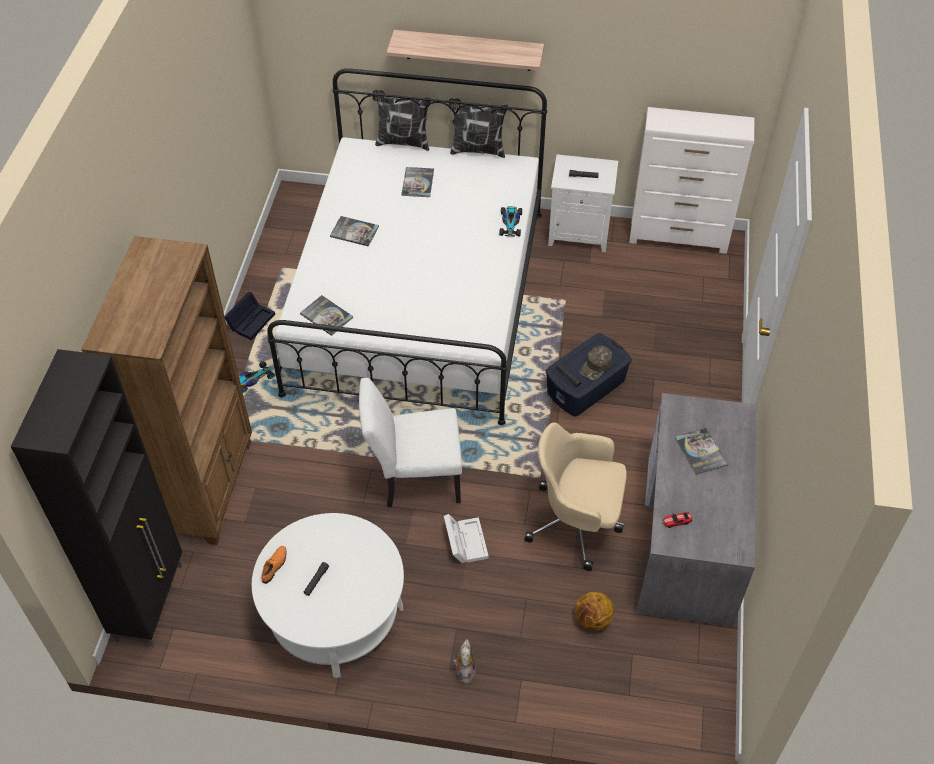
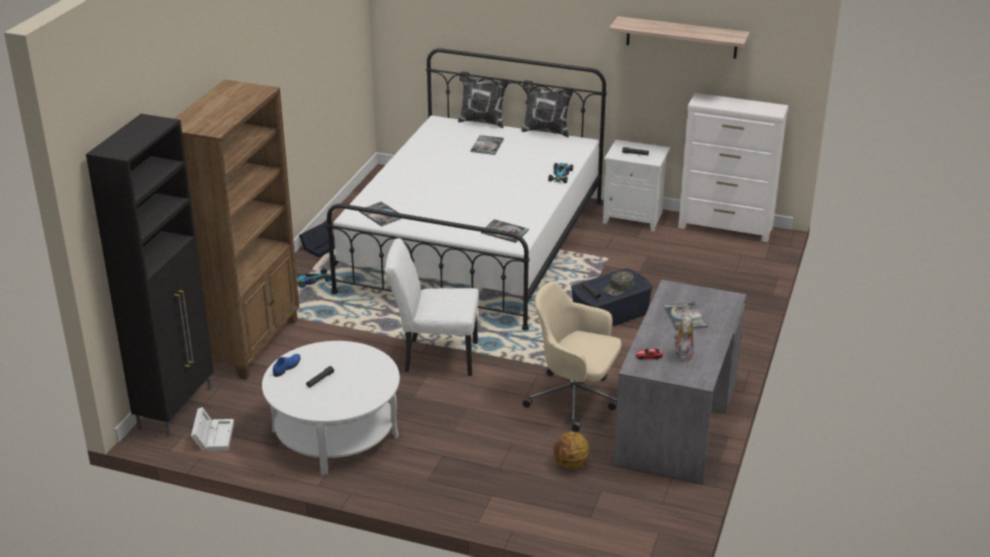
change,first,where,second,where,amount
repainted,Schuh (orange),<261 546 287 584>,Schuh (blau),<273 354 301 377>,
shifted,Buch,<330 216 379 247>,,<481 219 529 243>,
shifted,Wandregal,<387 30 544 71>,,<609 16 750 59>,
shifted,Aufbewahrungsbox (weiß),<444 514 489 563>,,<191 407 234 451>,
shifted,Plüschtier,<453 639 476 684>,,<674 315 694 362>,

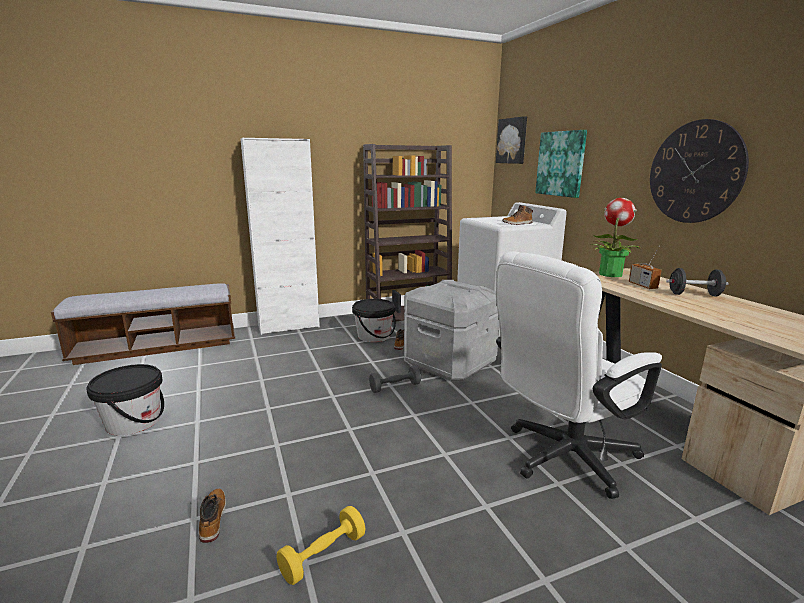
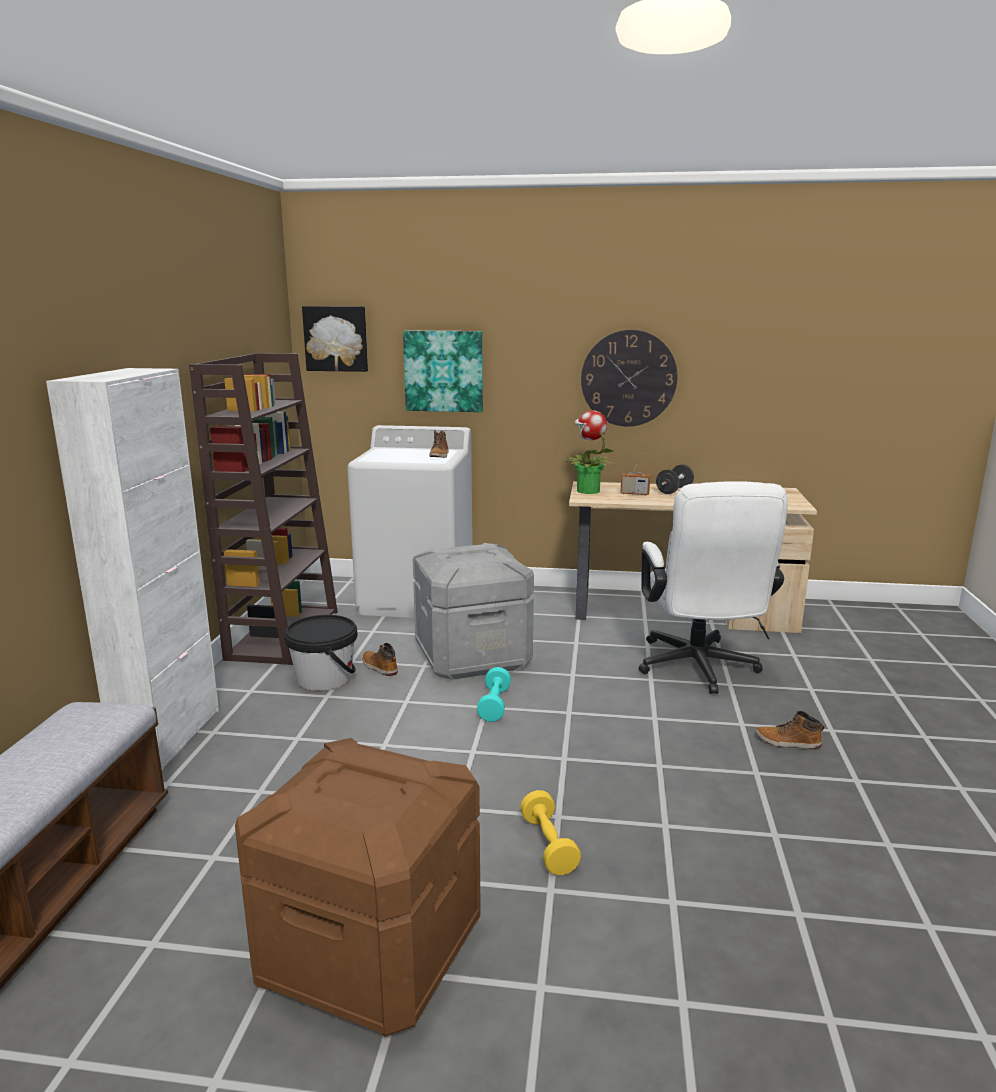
change,first,where,second,where,amount
swapped,Eimer (schwarz),<86 364 164 436>,Aufbewahrungsbox (braun),<235 738 481 1037>,
shifted,Stiefel,<199 489 226 543>,,<756 711 824 749>,
shifted,Hantel (gelb),<277 506 365 585>,,<520 790 581 875>,
repainted,Hantel (grau),<369 365 421 393>,Hantel (türkis),<477 667 511 722>,

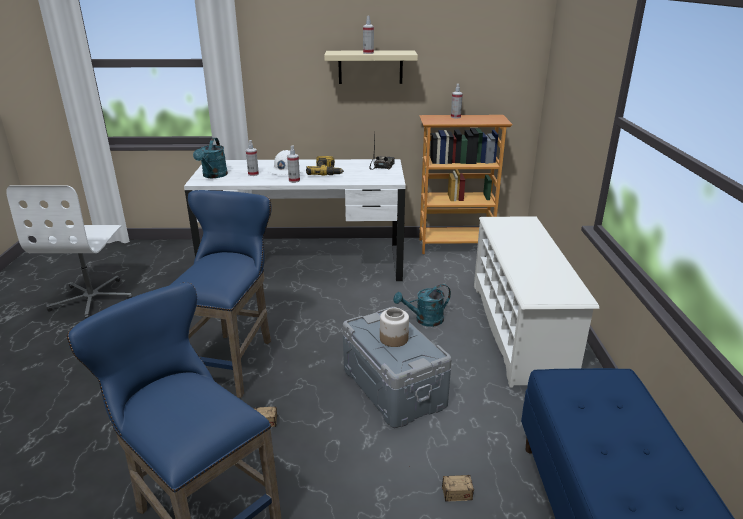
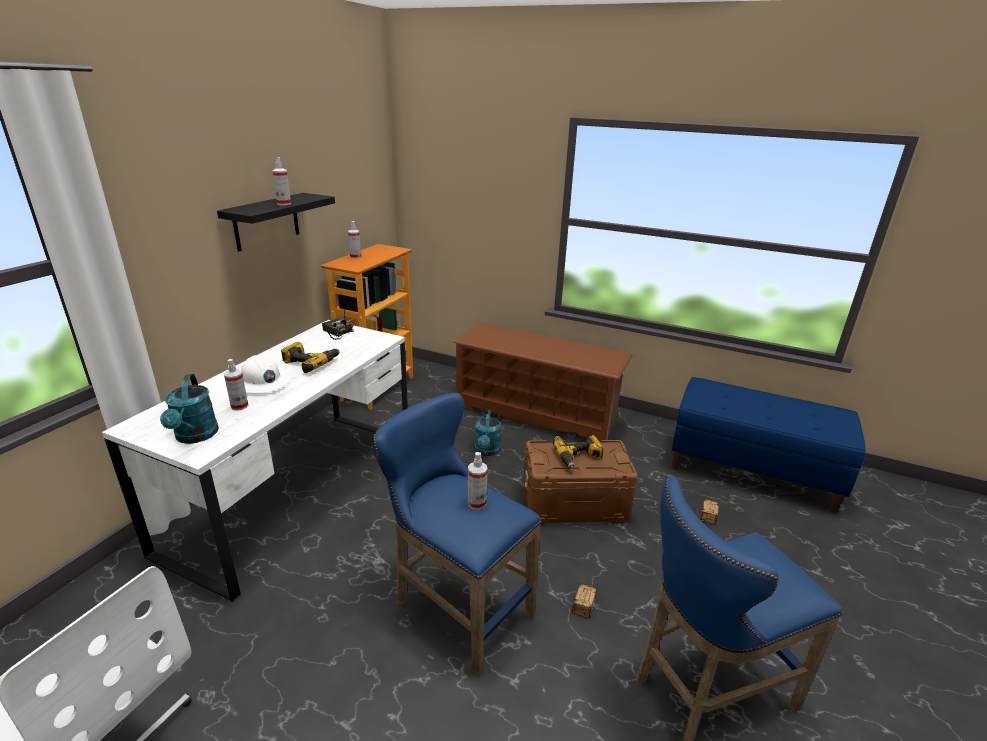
change,first,where,second,where,amount
rotated,Gießkanne (türkis),<193 138 228 178>,,<160 374 219 444>,45 degrees clockwise
shifted,Sprühflasche,<287 145 300 183>,,<468 452 488 510>,
repainted,Wandregal (beige),<324 50 418 84>,Wandregal (schwarz),<217 193 335 252>,
repainted,Aufbewahrungsbox (grau),<343 307 452 428>,Aufbewahrungsbox (braun),<522 440 638 525>,
swapped,Vorratsglas,<380 308 409 347>,Bohrmaschine,<553 435 603 469>,
repainted,Schuhregal (weiß),<474 216 599 388>,Schuhregal (braun),<453 322 633 442>,

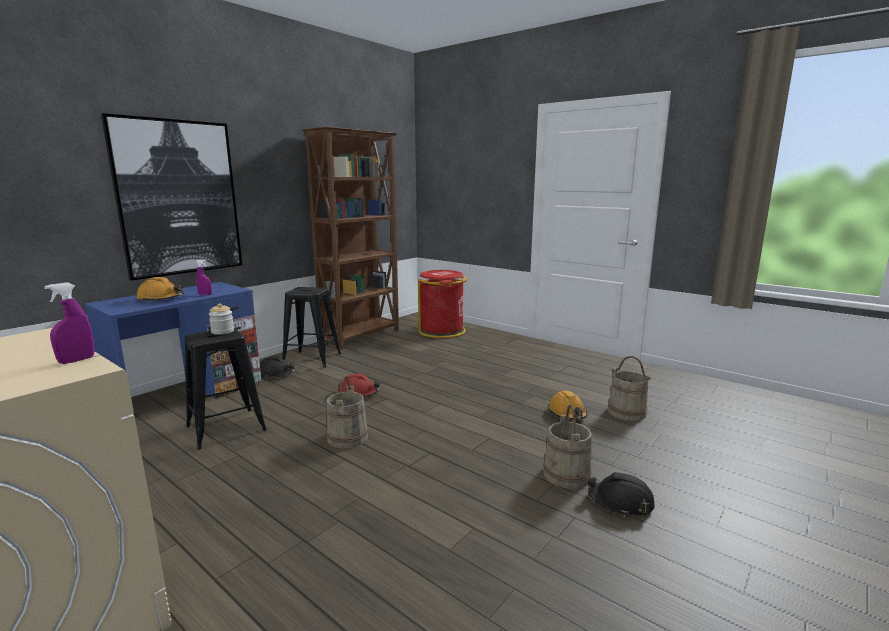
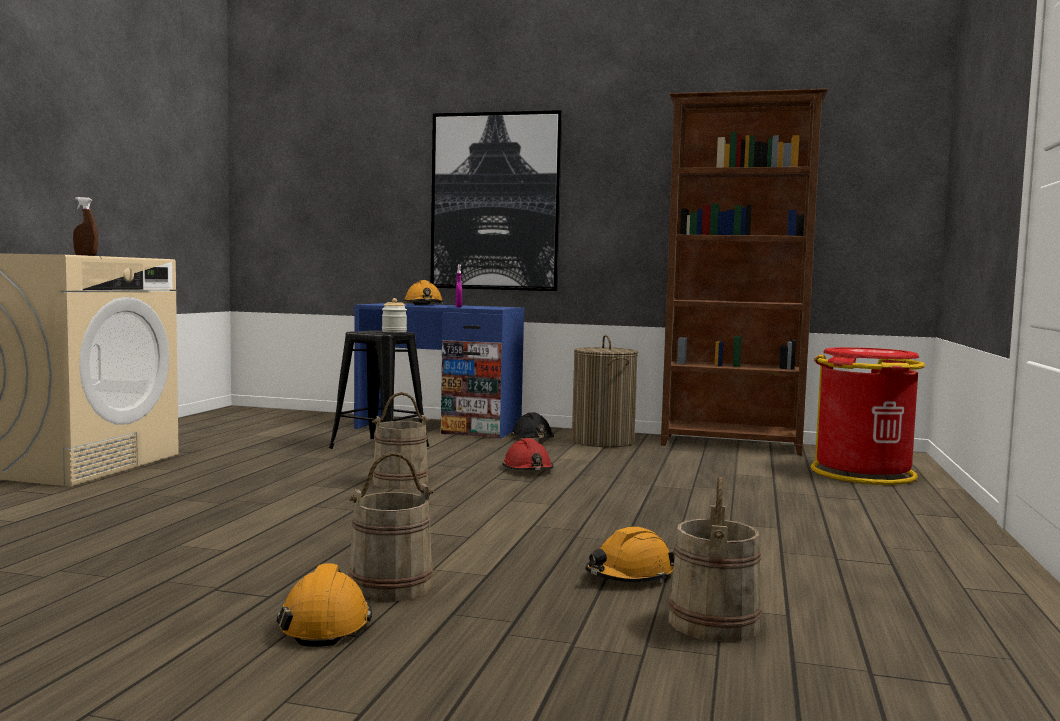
change,first,where,second,where,amount
repainted,Sprühflasche (lila),<44 282 94 364>,Sprühflasche (braun),<73 197 98 256>,
swapped,Hocker (schwarz),<282 287 341 368>,Wäschekorb,<572 335 638 447>,
repainted,Schutzhelm (schwarz),<587 472 655 517>,Schutzhelm (orange),<277 563 372 647>,

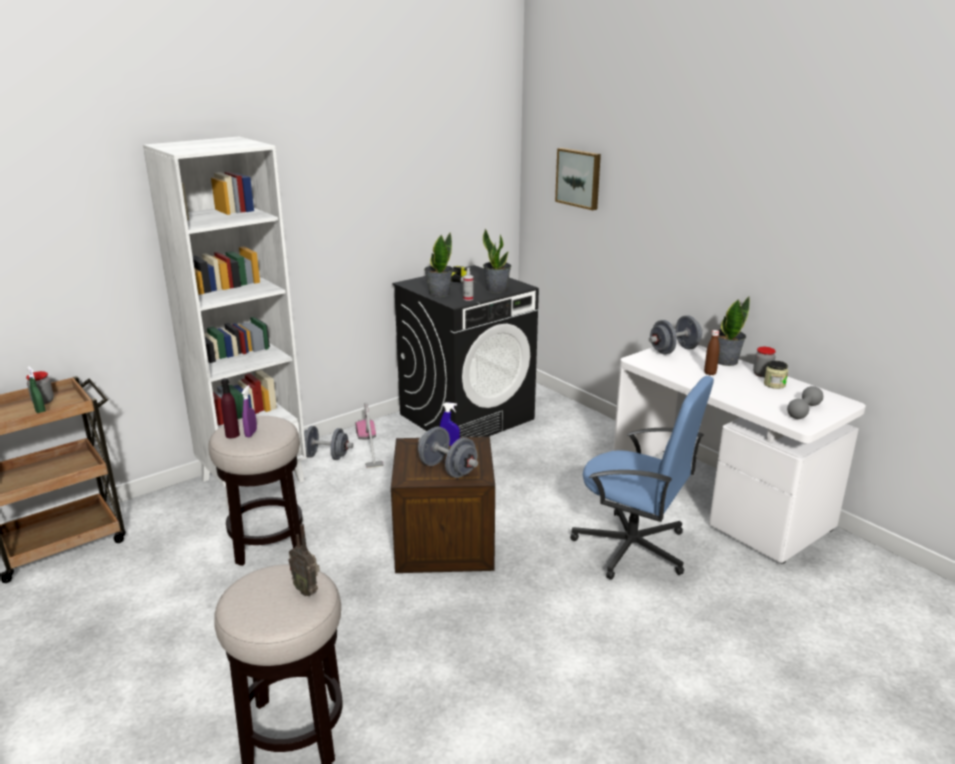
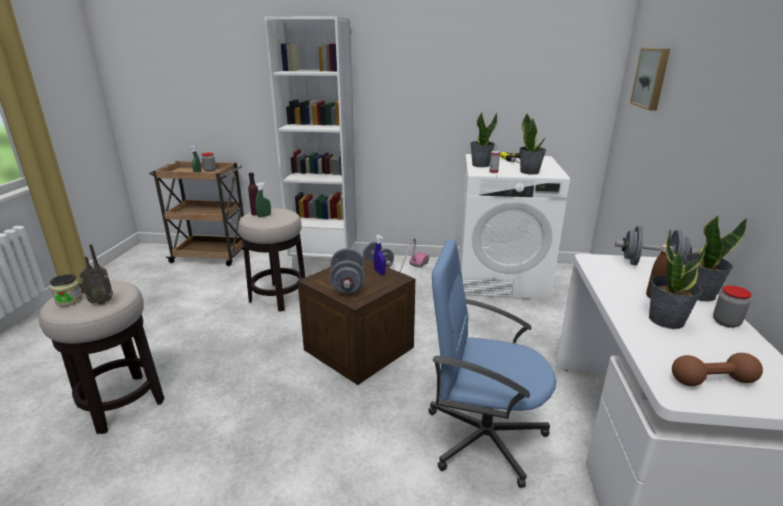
change,first,where,second,where,amount
repainted,Sprühflasche (lila),<242 385 257 437>,Sprühflasche (grün),<255 182 271 217>,
rotated,Radio,<288 524 320 596>,,<78 244 113 305>,105 degrees counterclockwise
repainted,Waschmaschine (schwarz),<392 265 539 437>,Waschmaschine (weiß),<459 154 570 300>,
rotated,Bürostuhl (blau),<570 376 714 580>,,<428 239 556 488>,120 degrees clockwise
shifted,Vorratsglas,<764 361 788 389>,,<50 274 83 306>,
repainted,Hantel (grau),<787 386 823 419>,Hantel (braun),<672 353 763 386>,
new,,,Topfpflanze,<649 229 708 329>,

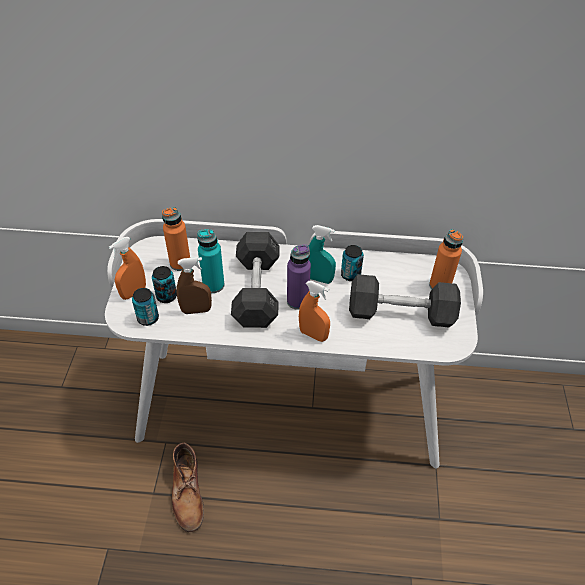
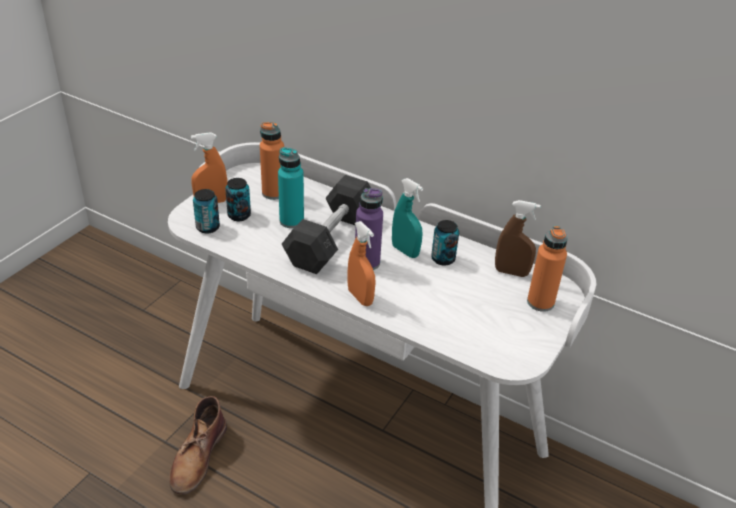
change,first,where,second,where,amount
shifted,Sprühflasche (braun),<176 257 212 314>,,<495 200 541 277>,
gone,Hantel (grau),<349 274 461 327>,,,

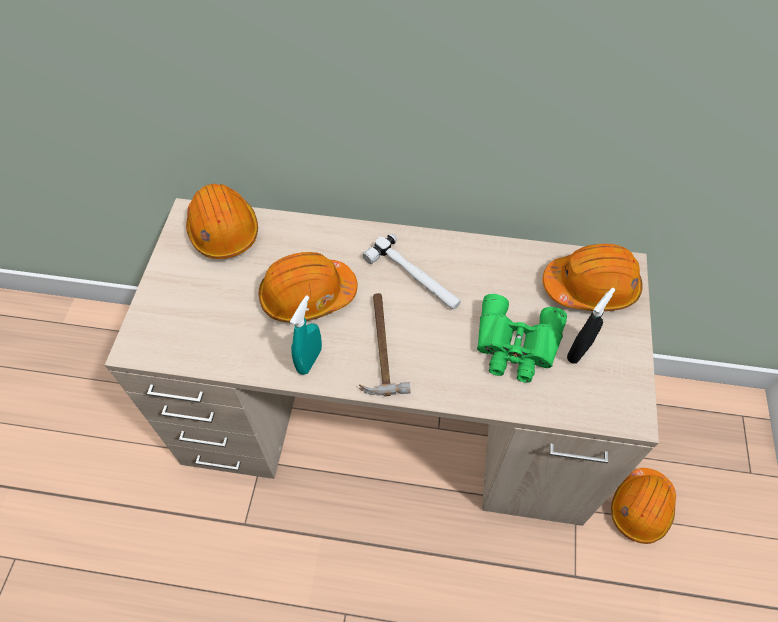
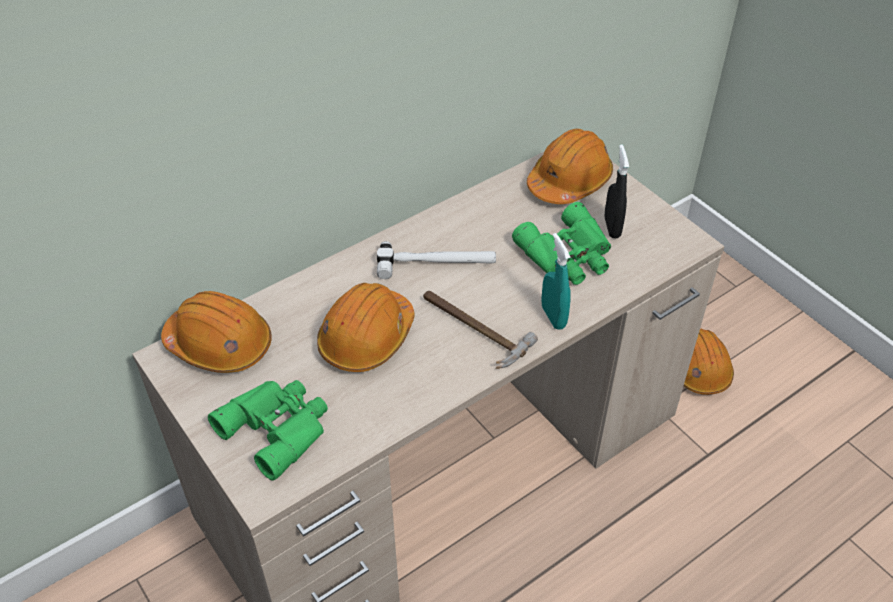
change,first,where,second,where,amount
shifted,Sprühflasche (türkis),<290 295 322 375>,,<541 233 571 330>,
new,,,Fernglas (grün),<208 380 328 481>,

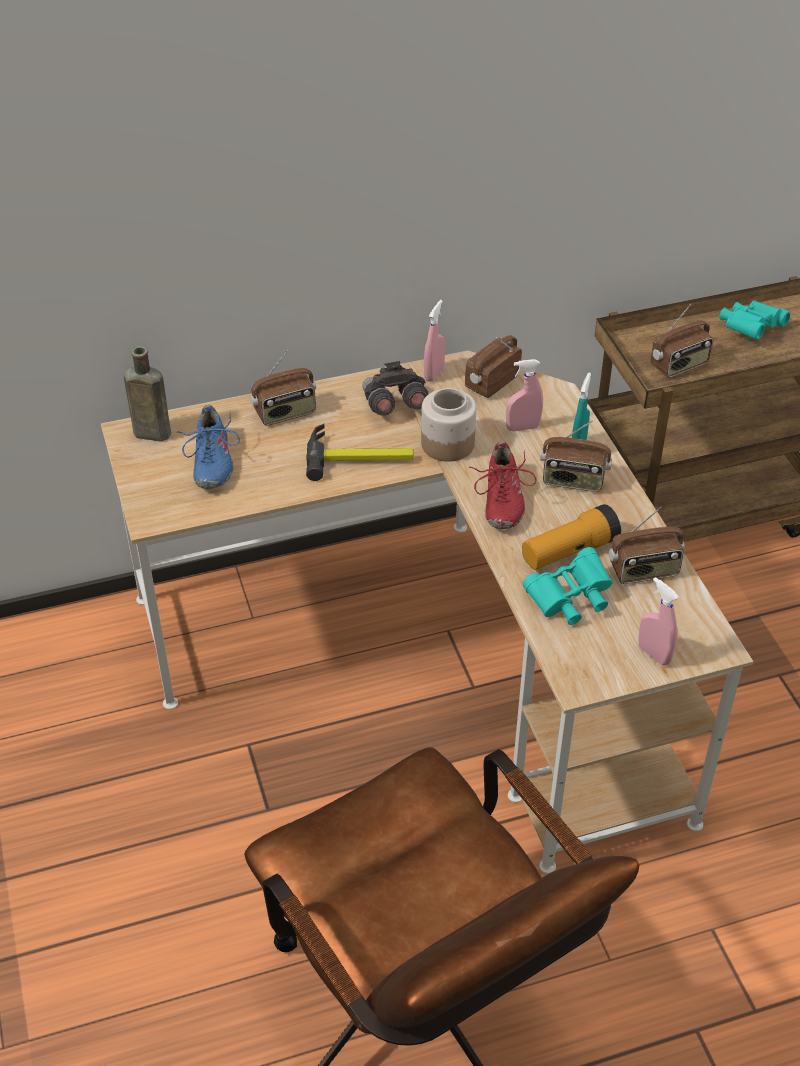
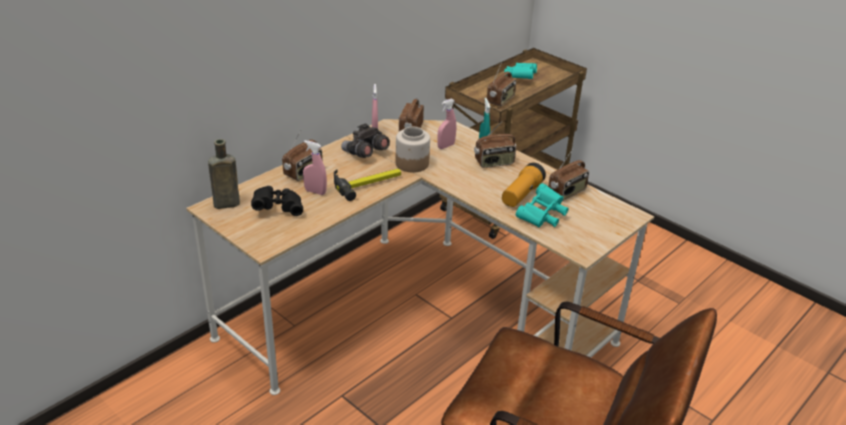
change,first,where,second,where,amount
swapped,Schuh (blau),<177 405 240 489>,Fernglas (schwarz),<251 186 303 216>,
gone,Schuh (rot),<469 441 536 529>,,,
shifted,Sprühflasche (rosa),<638 577 679 665>,,<303 140 327 195>,

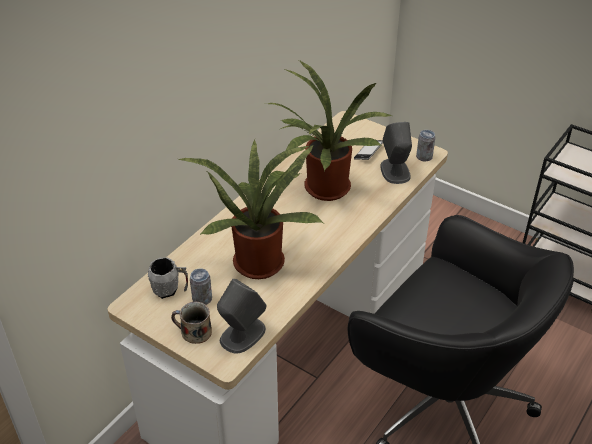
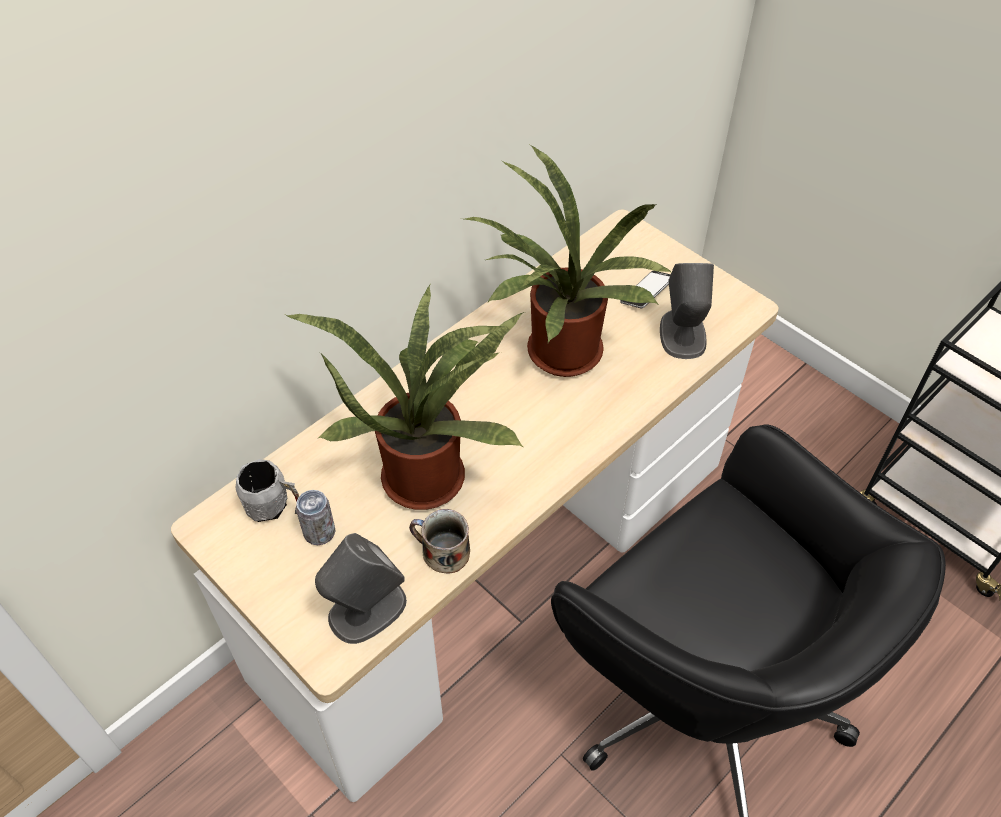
change,first,where,second,where,amount
shifted,Henkelbecher,<171 302 212 344>,,<409 509 470 573>,
gone,Dose,<416 130 435 161>,,,

